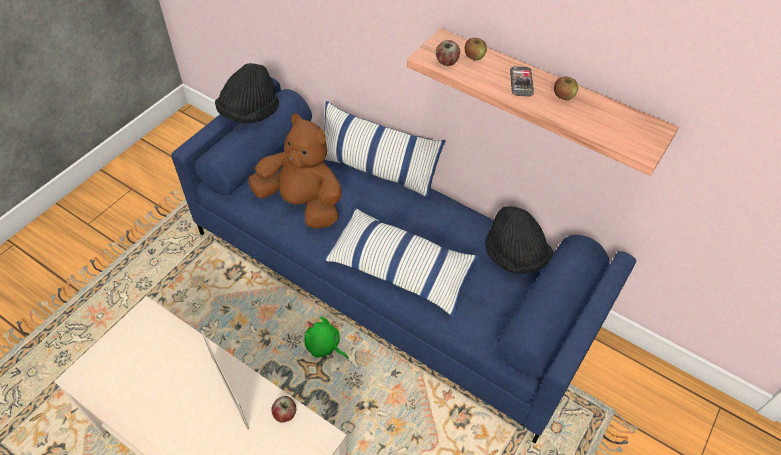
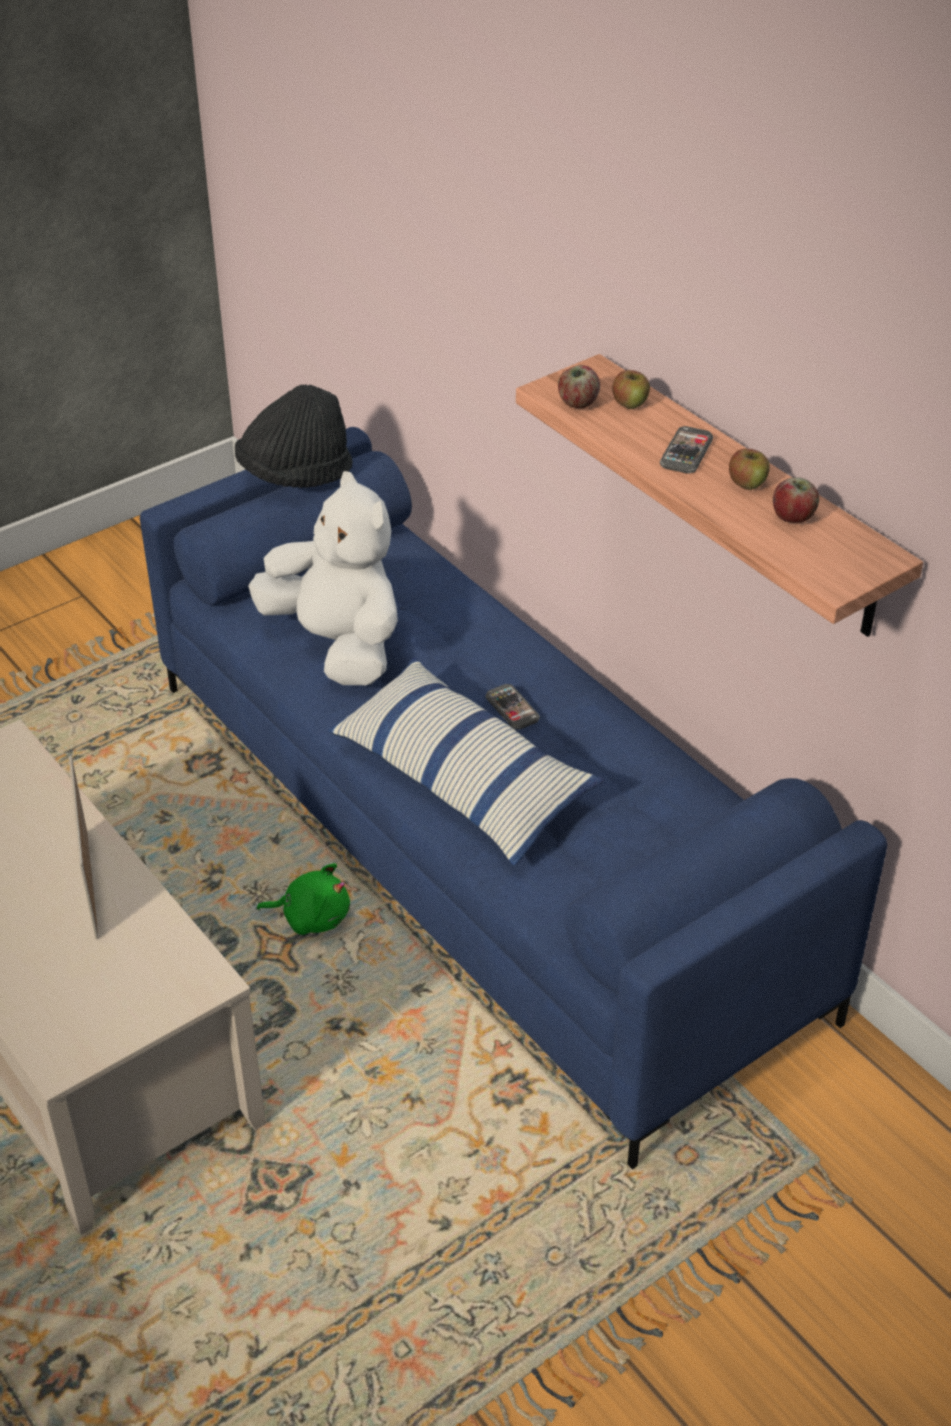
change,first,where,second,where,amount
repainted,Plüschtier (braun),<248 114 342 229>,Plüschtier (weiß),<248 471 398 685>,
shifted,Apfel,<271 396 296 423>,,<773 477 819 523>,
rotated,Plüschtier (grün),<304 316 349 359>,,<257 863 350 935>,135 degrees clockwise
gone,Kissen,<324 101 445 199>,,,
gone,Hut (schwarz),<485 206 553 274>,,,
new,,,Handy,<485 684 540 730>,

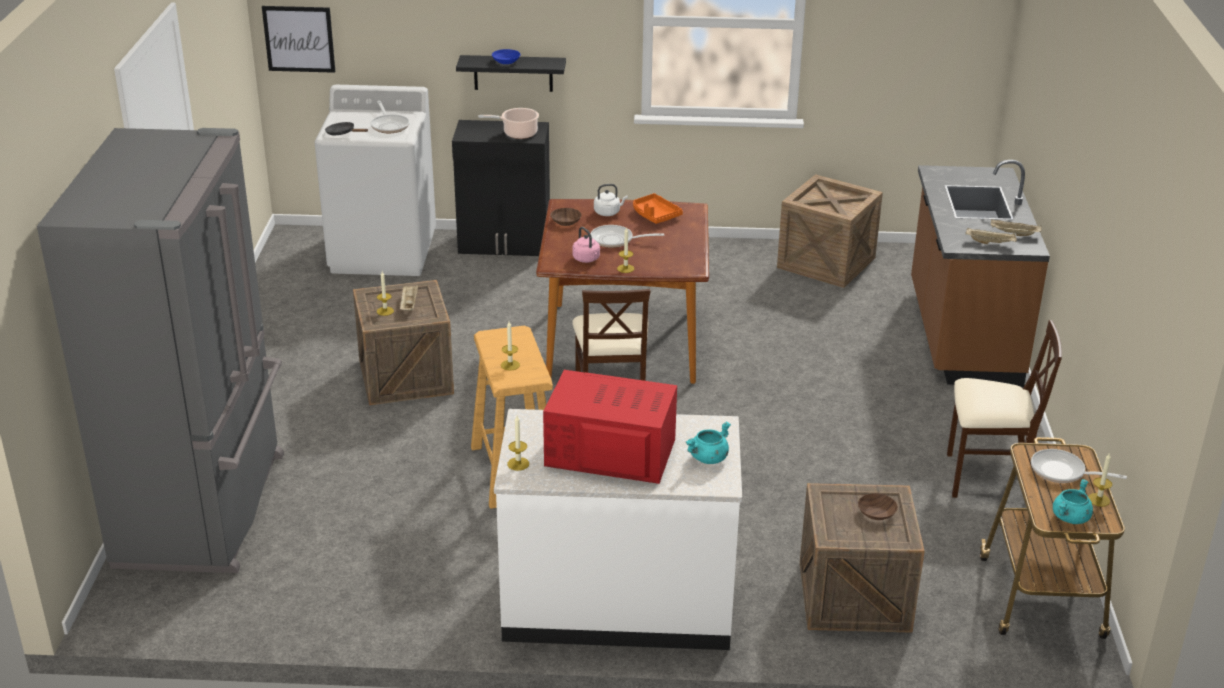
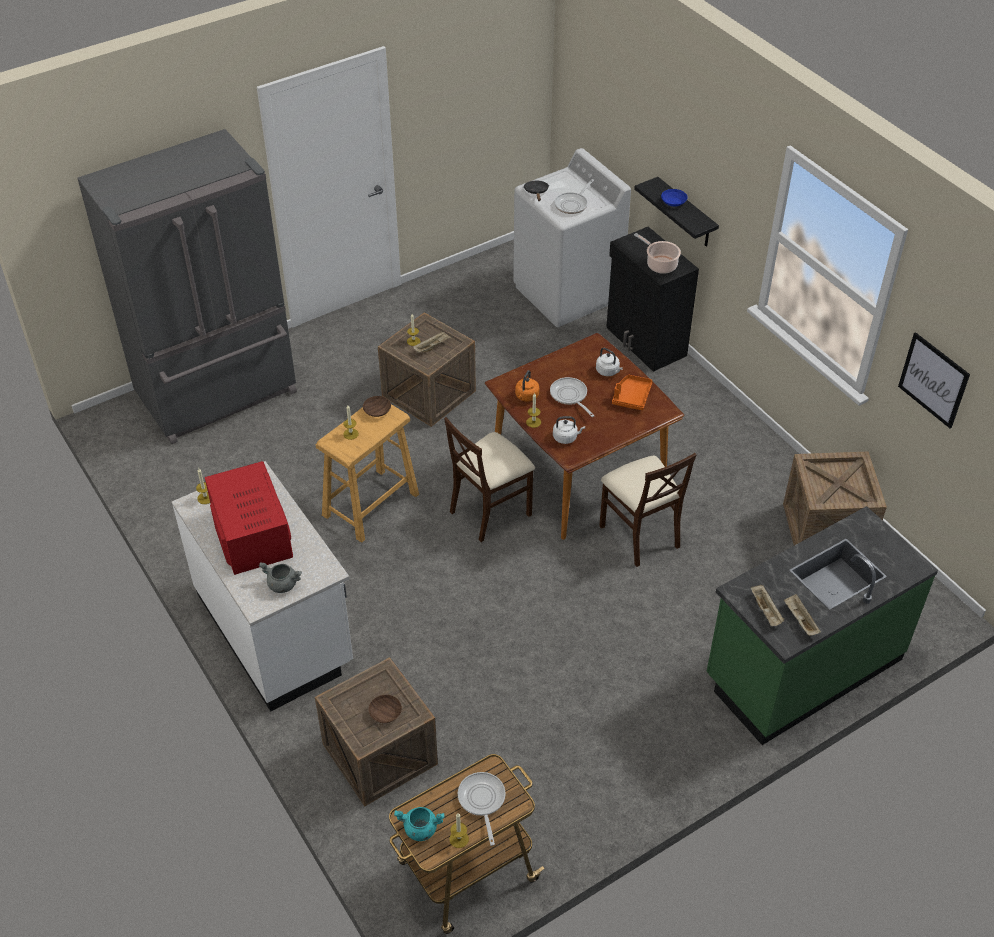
change,first,where,second,where,amount
shifted,Bild,<262 6 335 73>,,<898 332 970 429>,
shifted,Schüssel (braun),<551 208 582 226>,,<363 396 391 417>,
repainted,Wasserkessel (rosa),<572 227 600 263>,Wasserkessel (orange),<515 370 539 401>,
repainted,Kochtopf (türkis),<686 421 731 464>,Kochtopf (grau),<259 562 302 593>,
repainted,Küchenzeile (braun),<911 160 1050 387>,Küchenzeile (grün),<707 506 938 745>,
shifted,Stuhl (beige),<947 320 1062 498>,,<599 453 697 567>,
new,,,Wasserkessel (weiß),<553 416 585 444>,

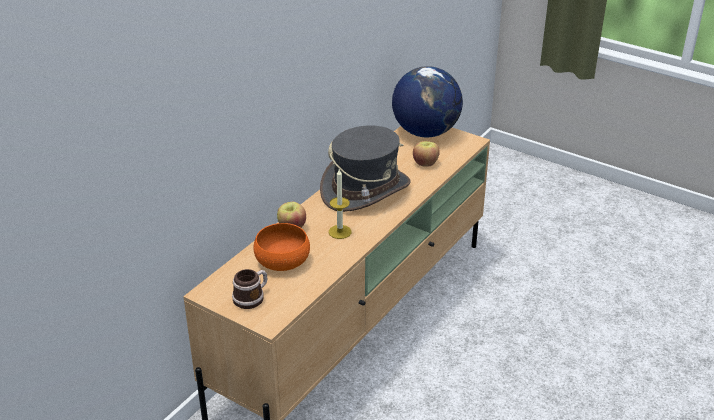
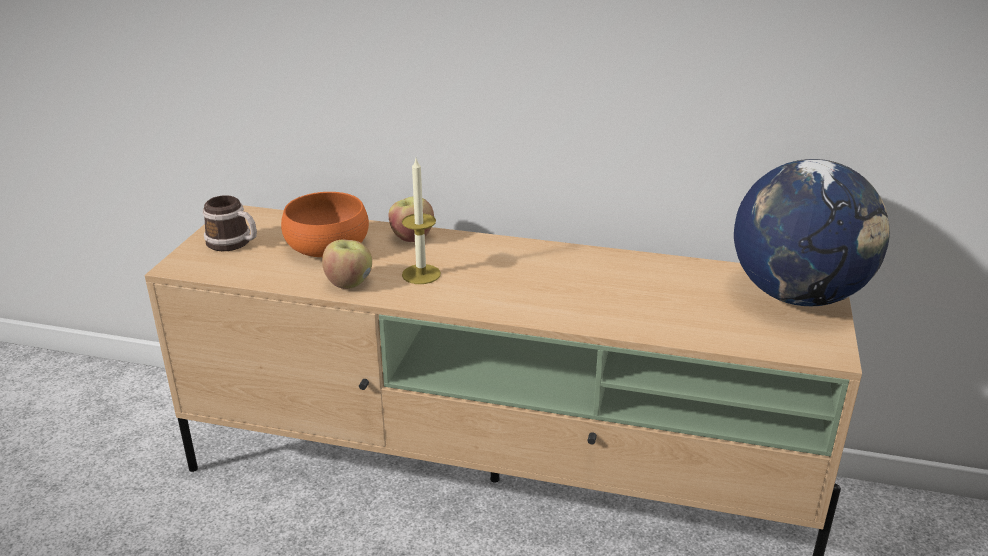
change,first,where,second,where,amount
gone,Hut (grau),<320 125 411 212>,,,
shifted,Apfel,<413 141 440 166>,,<322 239 372 289>,

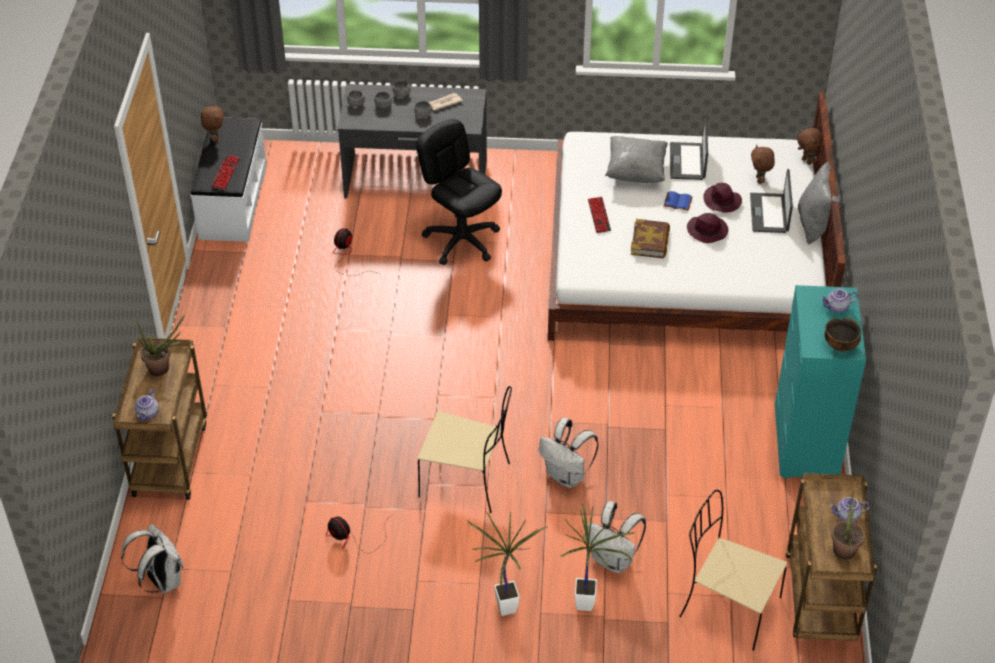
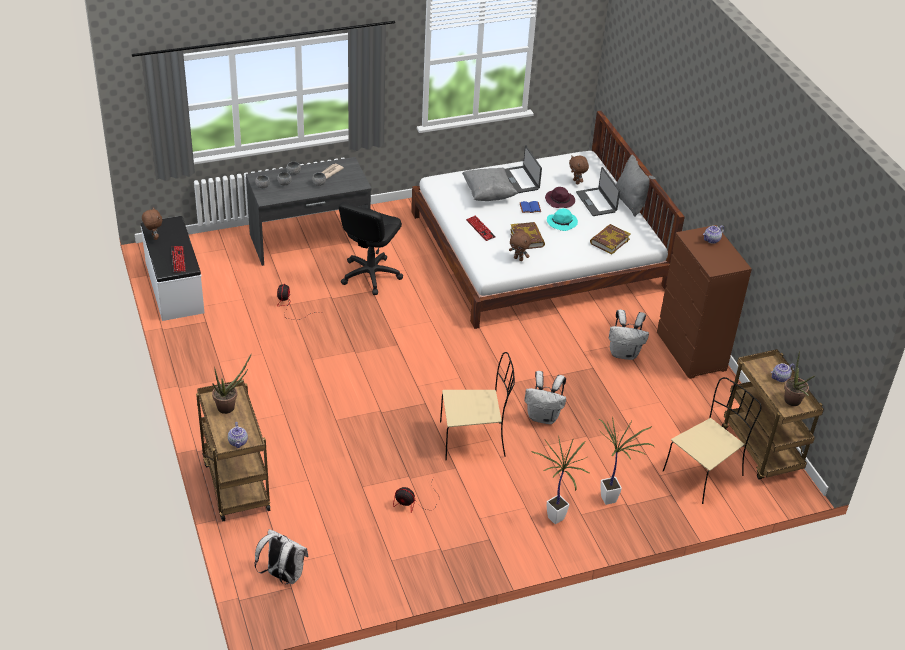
change,first,where,second,where,amount
rotated,Bürostuhl (schwarz),<416 119 502 265>,,<339 202 403 295>,90 degrees counterclockwise
shifted,Rucksack (weiß),<585 501 646 573>,,<609 310 649 360>,
rotated,Stuhl (beige),<679 490 787 651>,,<663 377 762 504>,135 degrees clockwise
repainted,Hut (lila),<687 213 728 243>,Hut (türkis),<547 208 578 231>,
repainted,Kommode (türkis),<775 285 866 478>,Kommode (braun),<657 225 752 379>,
shifted,Plüschtier (braun),<797 128 821 165>,,<509 231 531 261>,
gone,Schüssel,<824 318 861 352>,,,
new,,,Buch,<590 224 631 255>,

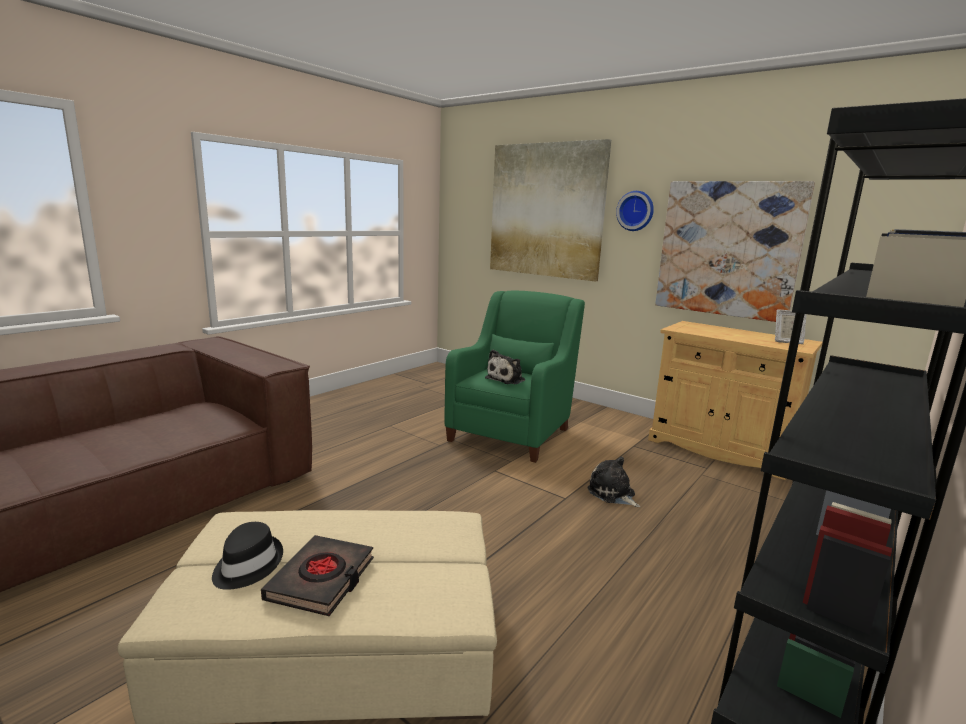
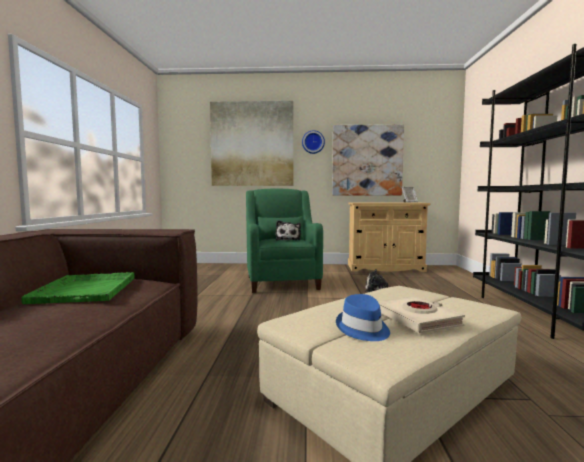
change,first,where,second,where,amount
repainted,Hut (schwarz),<212 522 283 590>,Hut (blau),<336 294 390 341>,
repainted,Buch (schwarz),<261 535 374 616>,Buch (beige),<378 296 465 333>,
new,,,Tablett (grün),<21 272 135 304>,

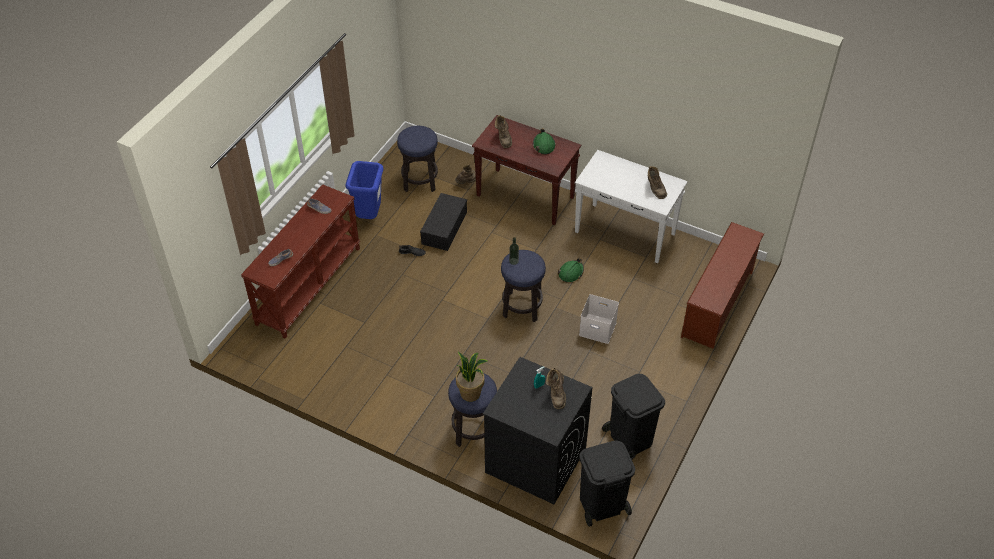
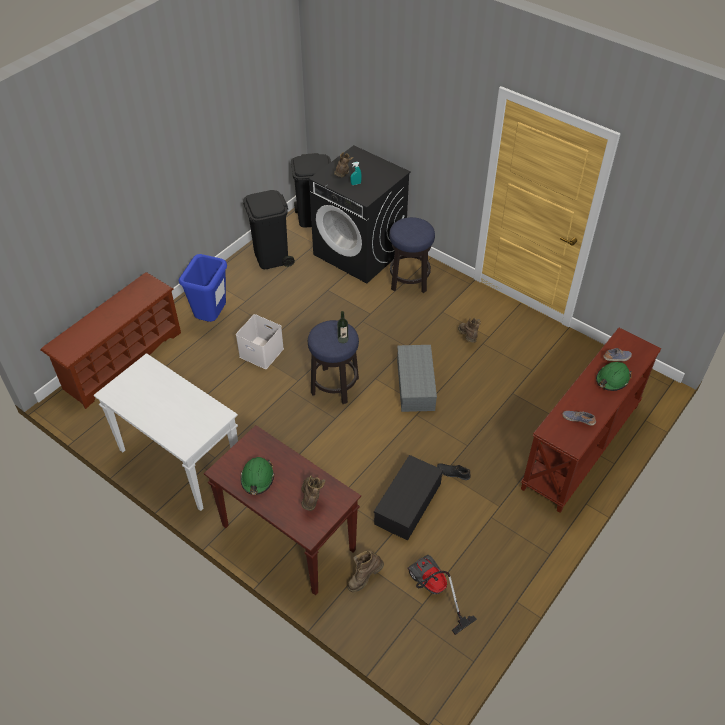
change,first,where,second,where,amount
shifted,Mülleimer (blau),<346 161 383 219>,,<179 254 227 322>,
swapped,Hocker,<397 126 438 192>,Staubsauger,<407 555 477 635>,
gone,Topfpflanze,<456 352 488 402>,,,
shifted,Schutzhelm (grün),<558 258 584 282>,,<596 362 632 391>,
shifted,Stiefel (braun),<648 166 667 199>,,<458 318 481 343>,
new,,,Aufbewahrungsbox (grau),<397 345 437 412>,

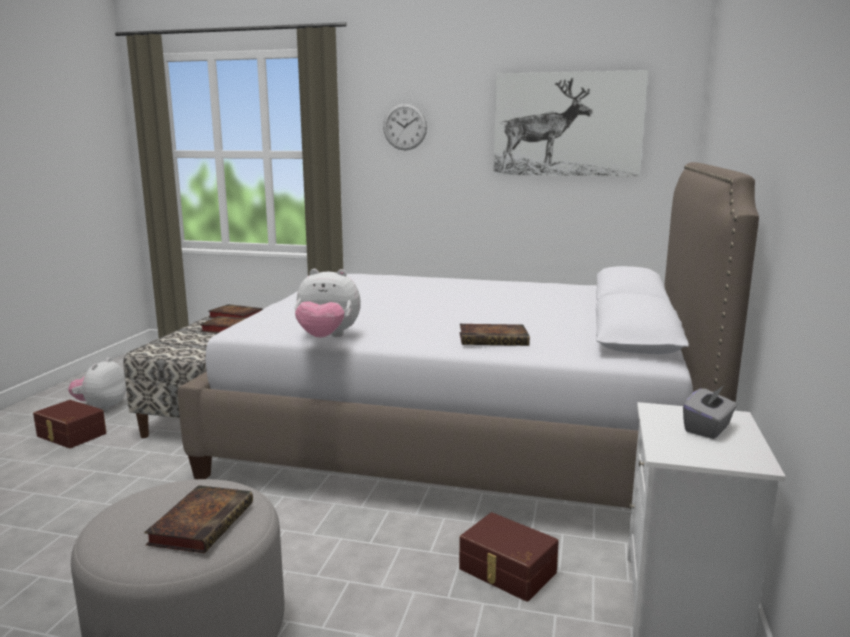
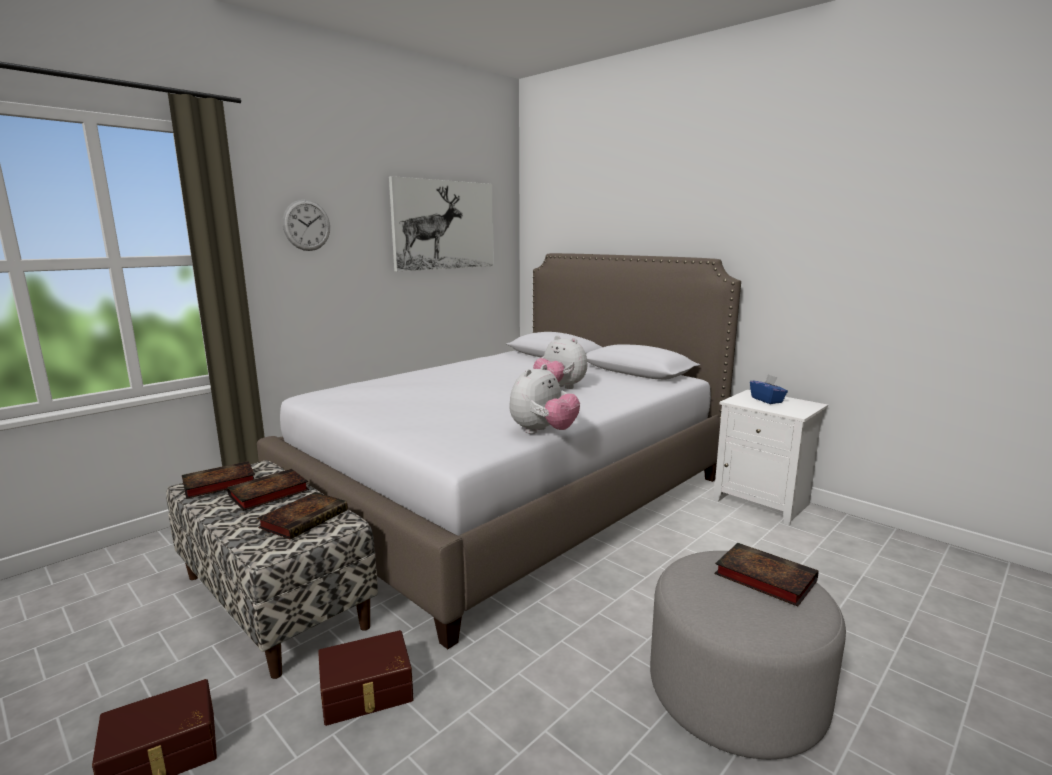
change,first,where,second,where,amount
shifted,Plüschtier,<68 357 126 411>,,<533 335 587 389>,
shifted,Aufbewahrungsbox (braun),<459 512 559 602>,,<318 630 414 726>,
shifted,Buch,<460 324 530 346>,,<257 492 348 539>,
repainted,Taschentuchbox (grau),<683 385 737 439>,Taschentuchbox (blau),<750 374 788 404>,

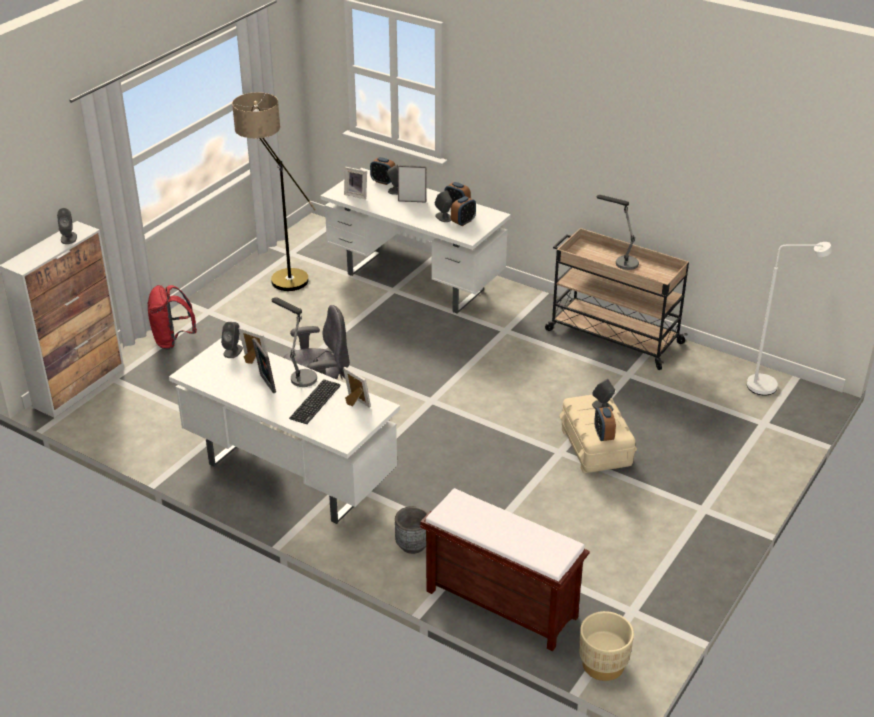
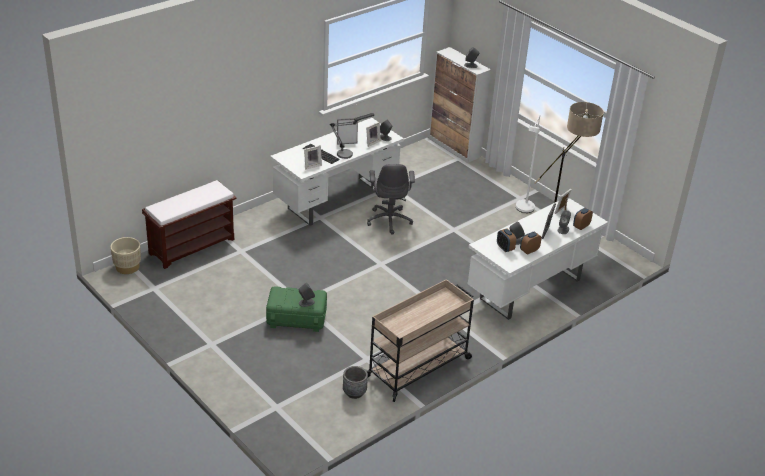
change,first,where,second,where,amount
gone,Rucksack (rot),<147 285 197 350>,,,
shifted,Pflanzkübel (grau),<395 506 428 554>,,<343 366 368 399>,
repainted,Aufbewahrungsbox (beige),<559 395 637 473>,Aufbewahrungsbox (grün),<266 286 327 332>,
gone,Wecker,<594 407 616 441>,,,
gone,Tischlampe,<597 195 639 270>,,,
shifted,Stehlampe (weiß),<747 242 832 396>,,<516 115 540 213>,

